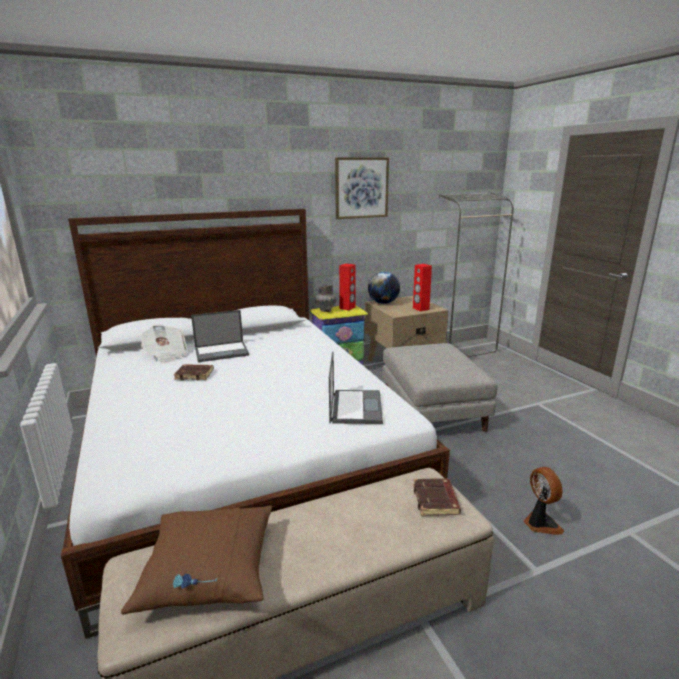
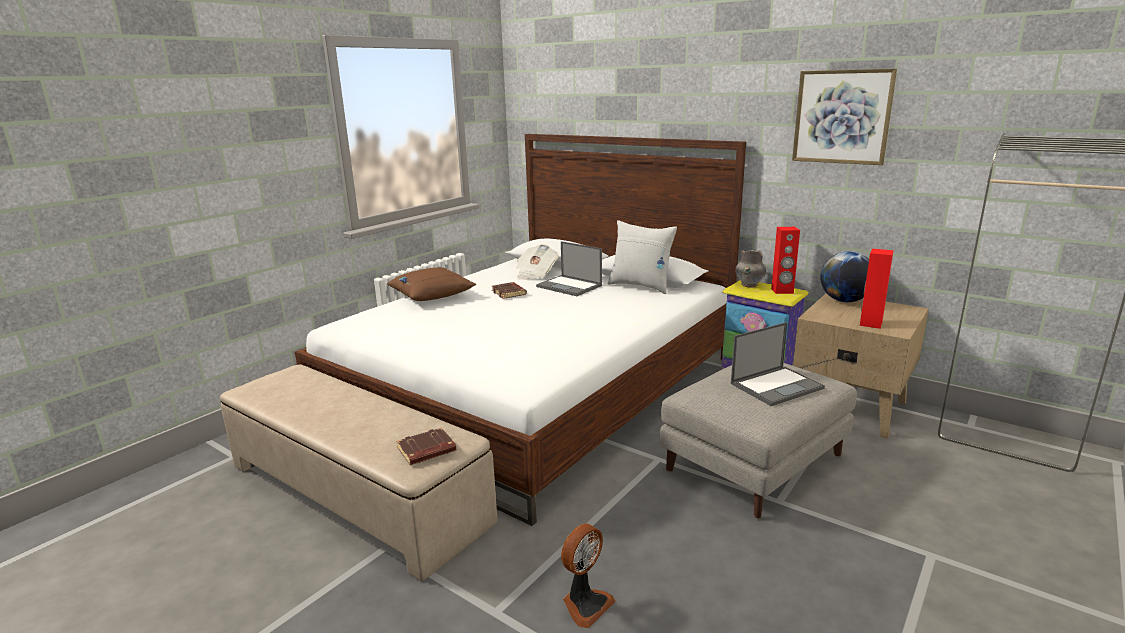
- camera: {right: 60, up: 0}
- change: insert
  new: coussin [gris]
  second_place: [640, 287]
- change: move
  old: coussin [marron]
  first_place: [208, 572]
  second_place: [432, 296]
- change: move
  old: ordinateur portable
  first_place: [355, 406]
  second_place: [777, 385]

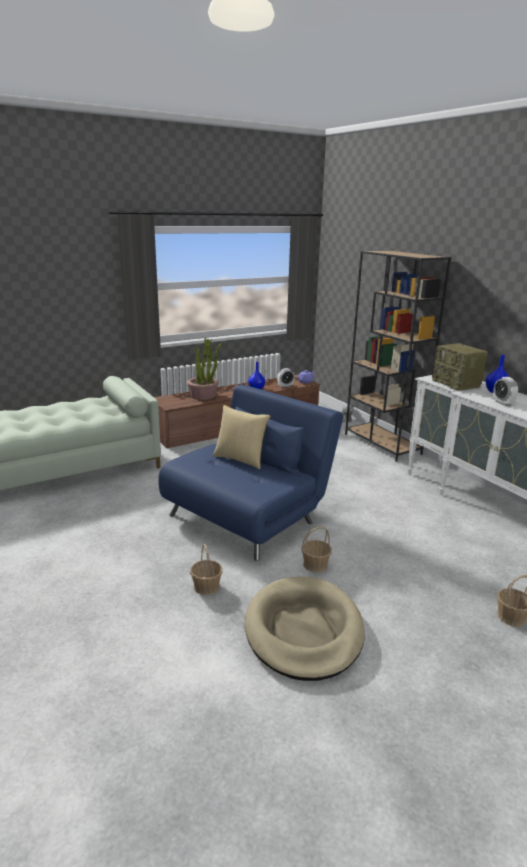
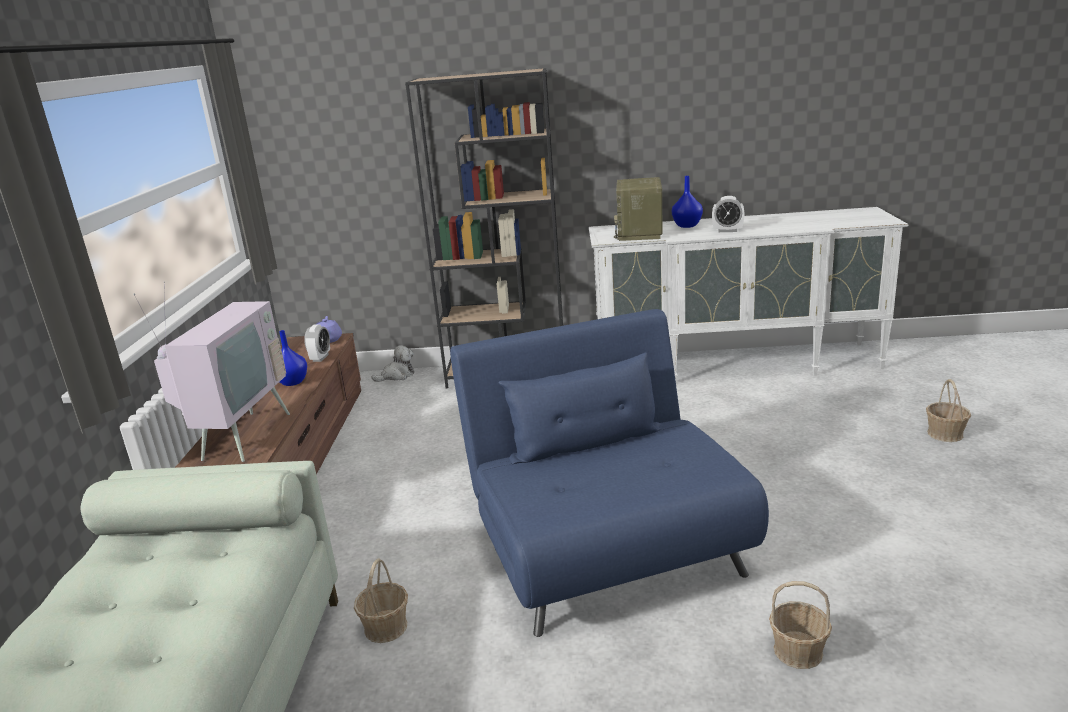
- camera: {right: -55, up: 0}
- change: delete
  old: coussin
  first_place: [241, 459]
- change: delete
  old: panier pour chien [beige]
  first_place: [303, 631]
- change: move
  old: panier
  first_place: [315, 565]
  second_place: [386, 627]
- change: replace
  old: plante en pot
  new: téléviseur
  first_place: [203, 395]
  second_place: [239, 435]
- change: rotate
  old: radio
  first_place: [456, 384]
  second_place: [640, 233]
  degrees: 90

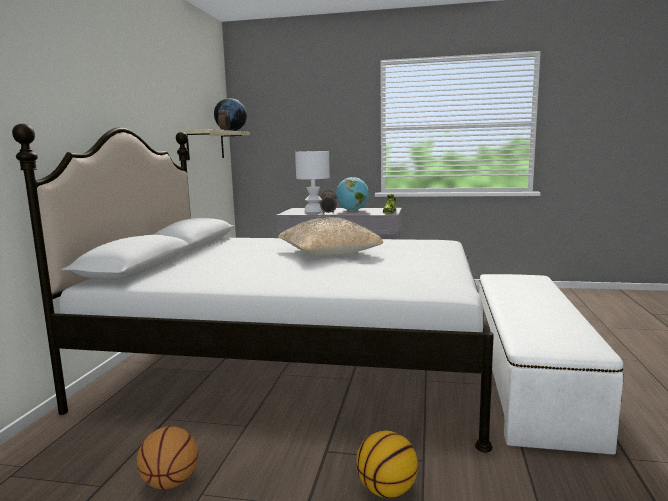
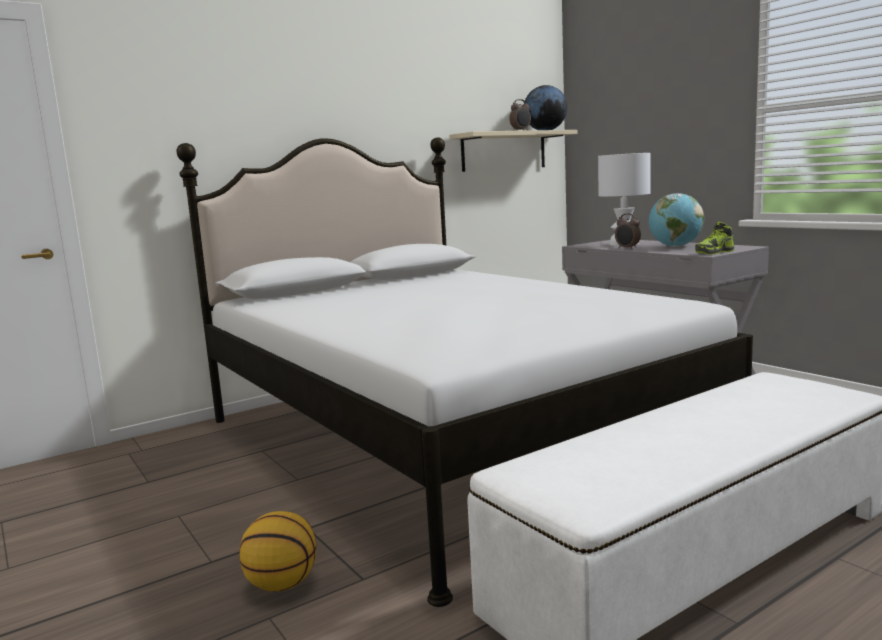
- camera: {right: 45, up: 0}
- change: delete
  old: ballon de basket
  first_place: [170, 482]
- change: delete
  old: coussin [beige]
  first_place: [329, 251]

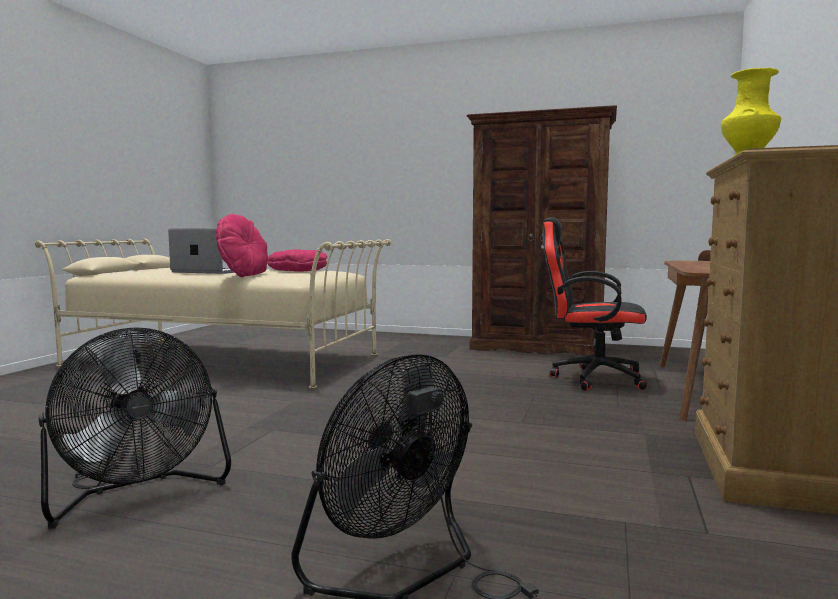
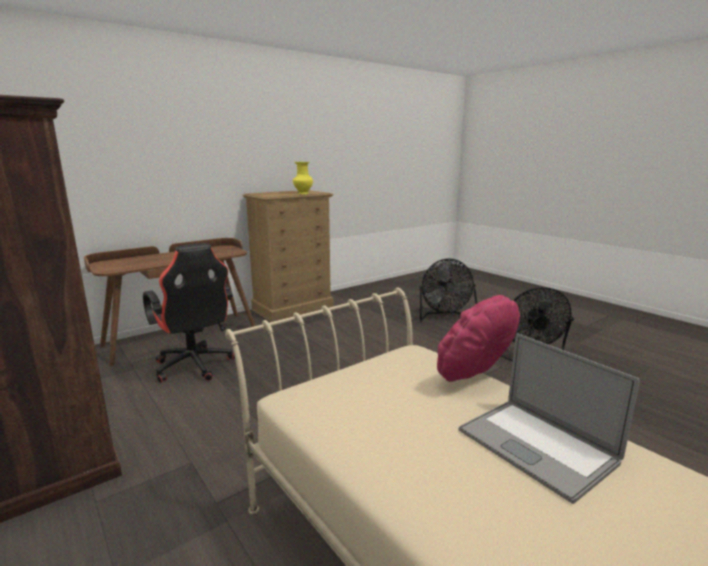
- camera: {right: -145, up: 10}
- change: delete
  old: coussin [rose]
  first_place: [296, 270]

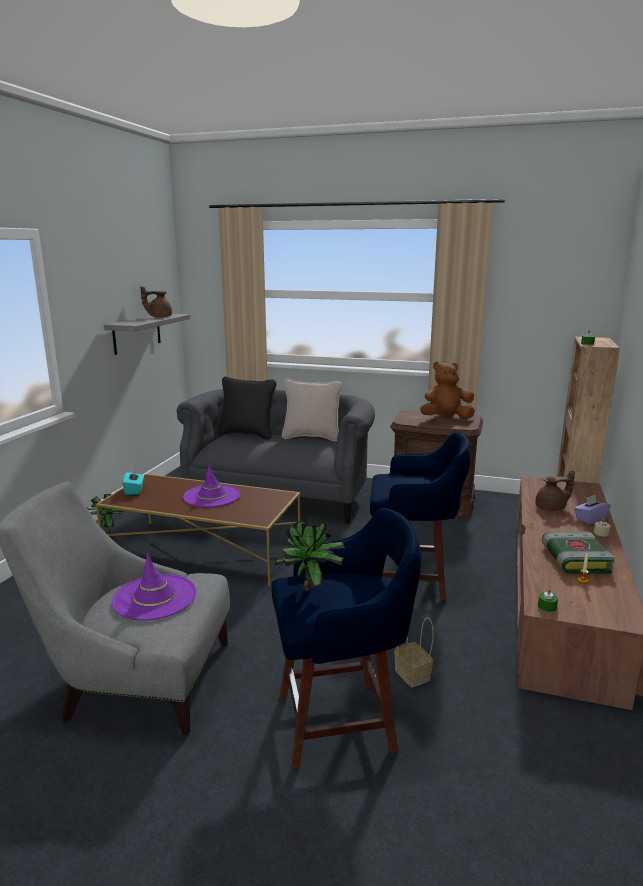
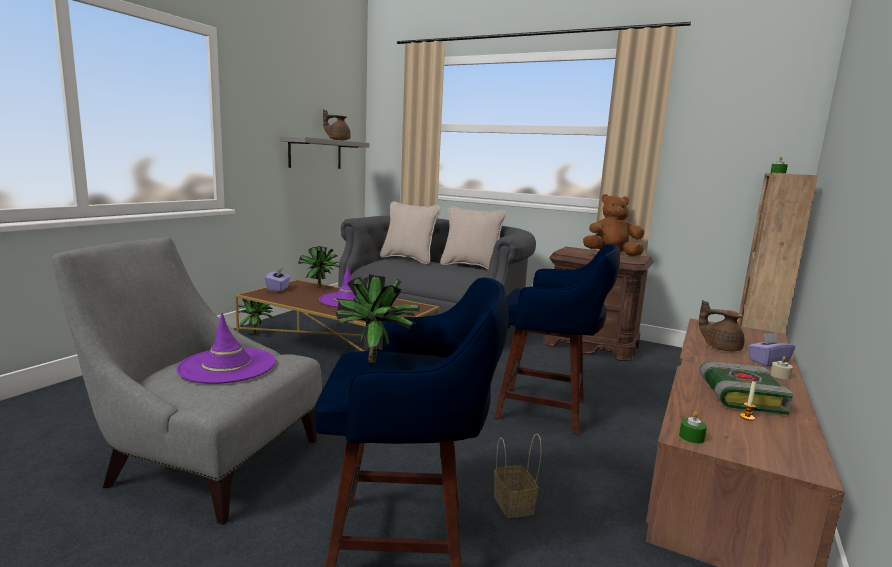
- camera: {right: 10, up: -5}
- change: insert
  new: plante en pot
  second_place: [320, 288]
- change: recolor
  old: boîte à mouchoirs [turquoise]
  new: boîte à mouchoirs [violet]
  first_place: [134, 490]
  second_place: [278, 289]
- change: recolor
  old: coussin [noir]
  new: coussin [beige]
  first_place: [247, 434]
  second_place: [408, 259]
- change: rotate
  old: théière [marron]
  first_place: [551, 508]
  second_place: [720, 347]
  degrees: -150

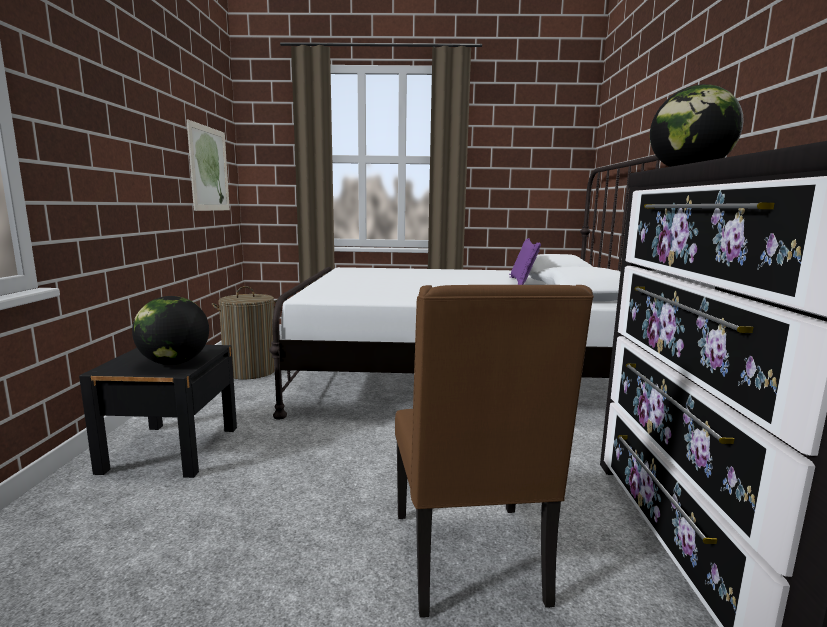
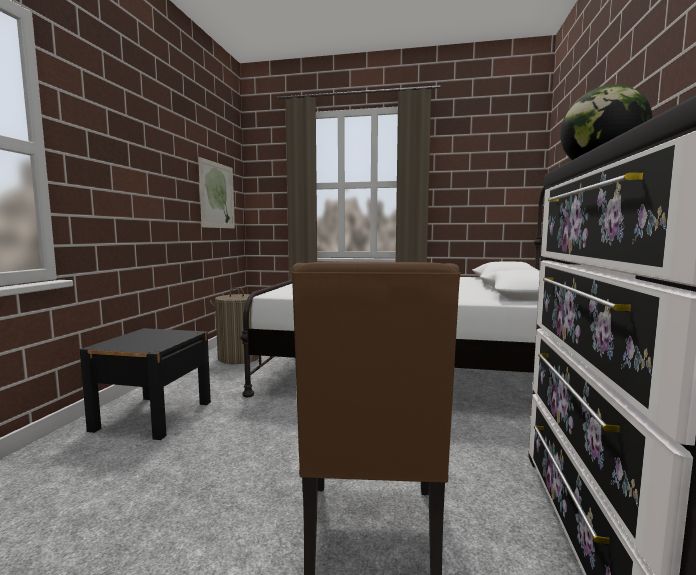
- camera: {right: 10, up: -5}
- change: delete
  old: globe
  first_place: [174, 363]
- change: delete
  old: coussin [violet]
  first_place: [523, 282]

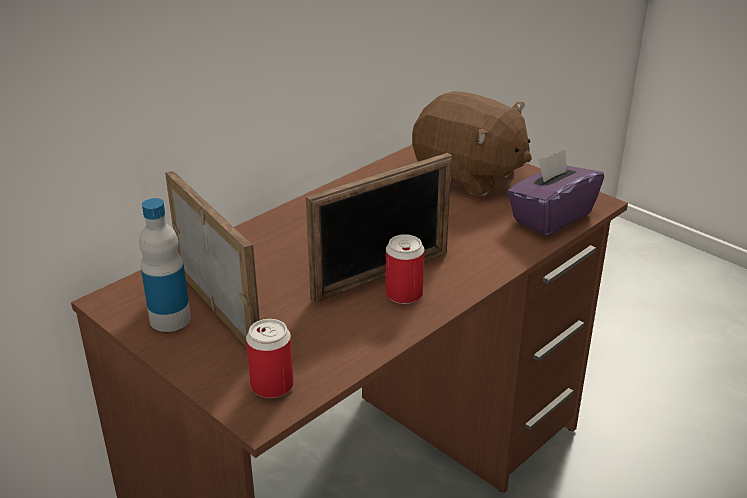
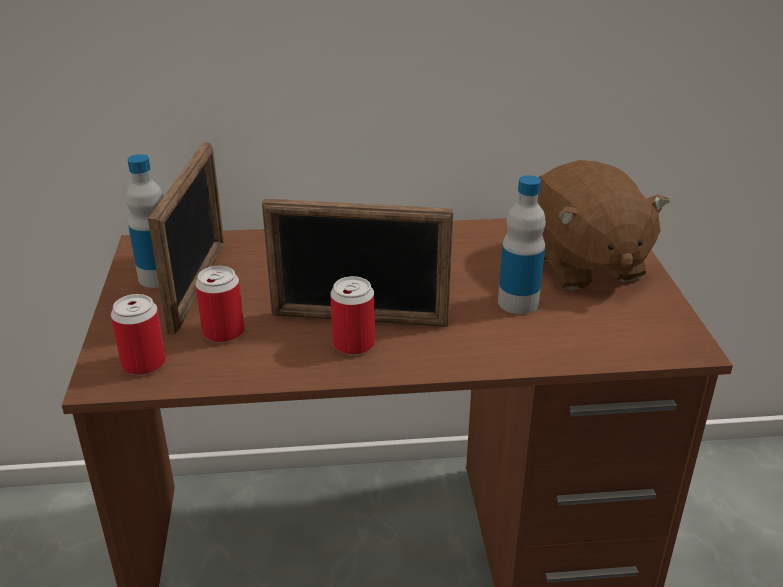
- camera: {right: 40, up: 0}
- change: delete
  old: boîte à mouchoirs [violet]
  first_place: [551, 217]
- change: insert
  new: boîte métallique
  second_place: [223, 332]
- change: insert
  new: bouteille
  second_place: [518, 302]

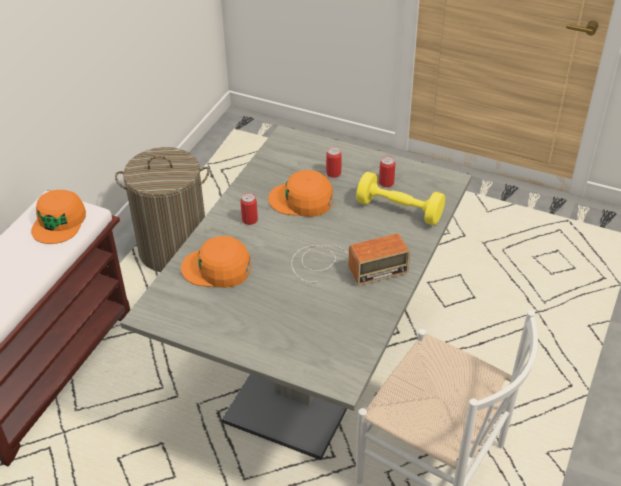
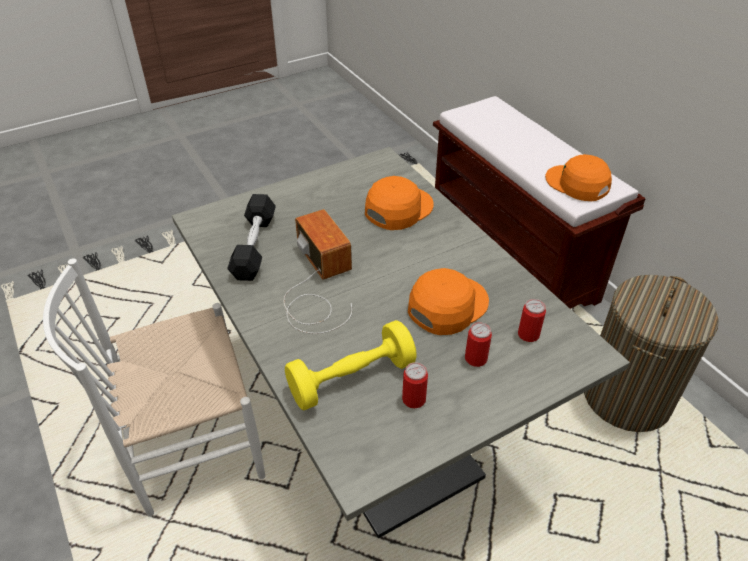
- camera: {right: 125, up: 0}
- change: insert
  new: haltère [noir]
  second_place: [254, 246]
- change: move
  old: boîte métallique
  first_place: [249, 220]
  second_place: [528, 334]
- change: rotate
  old: radio
  first_place: [344, 265]
  second_place: [317, 286]
  degrees: 135

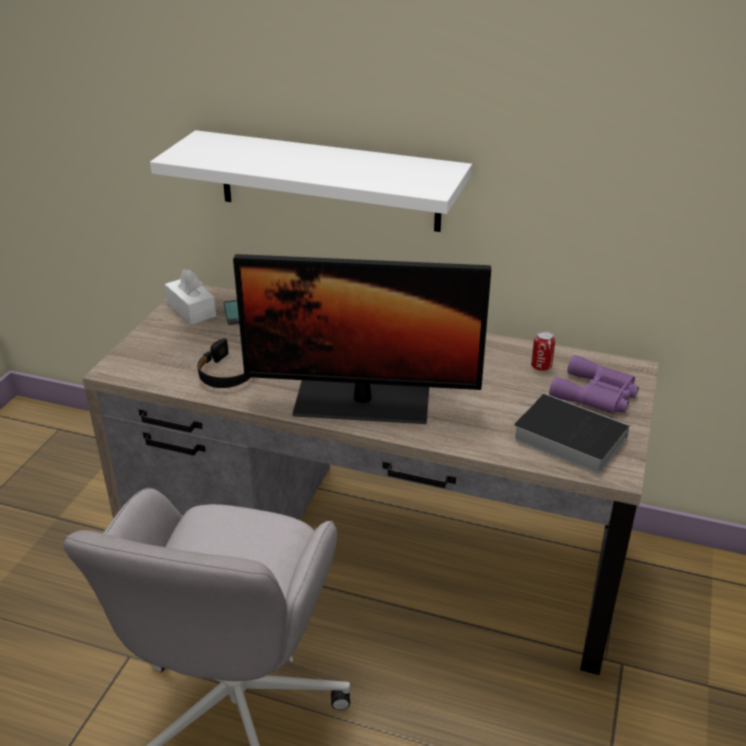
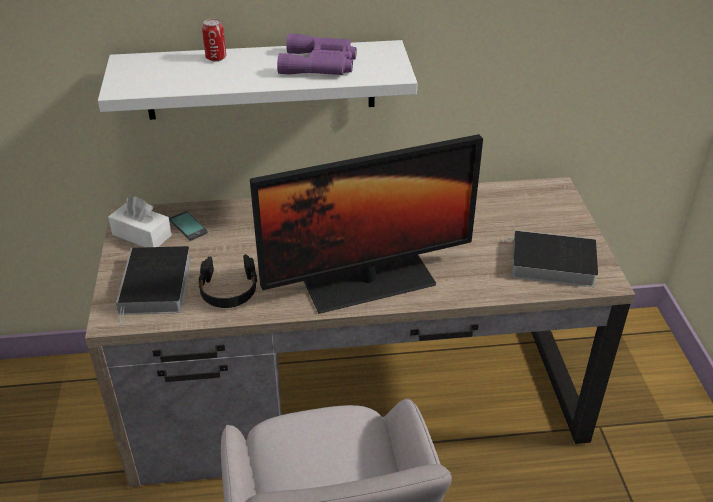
- camera: {right: -25, up: 5}
- change: insert
  new: livre
  second_place: [156, 287]
- change: move
  old: boîte métallique
  first_place: [541, 366]
  second_place: [216, 58]
- change: move
  old: jumelles [violet]
  first_place: [596, 395]
  second_place: [320, 64]

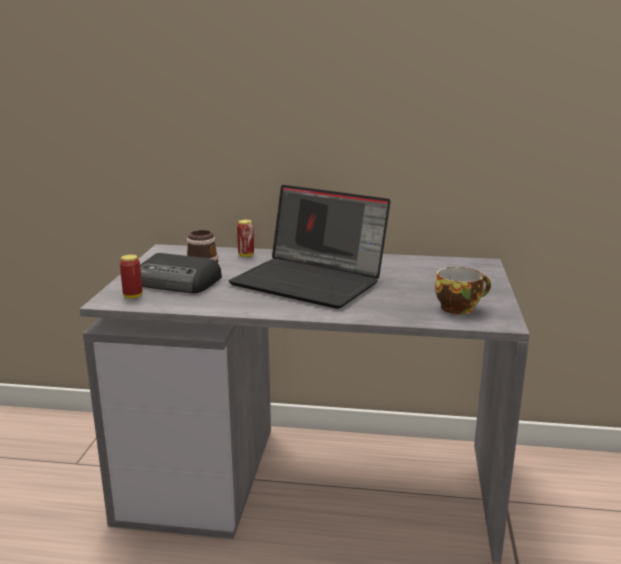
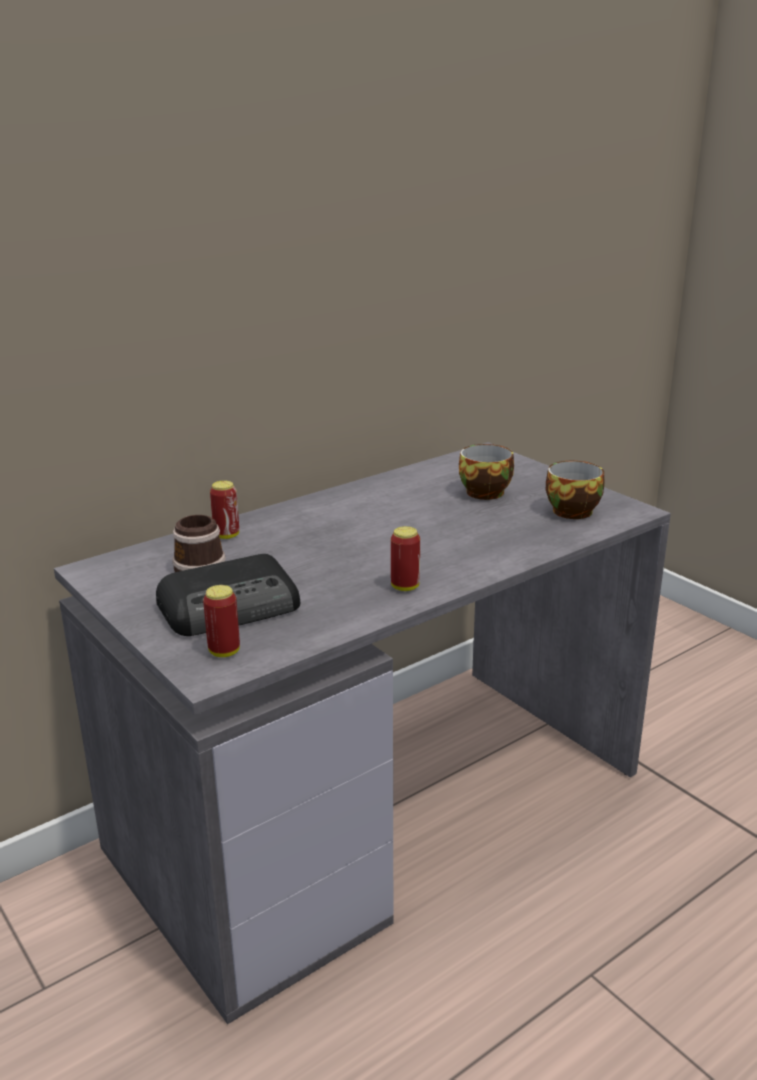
- camera: {right: -45, up: 5}
- change: delete
  old: ordinateur portable
  first_place: [311, 281]
- change: insert
  new: boîte métallique
  second_place: [405, 587]
- change: insert
  new: tasse
  second_place: [486, 491]

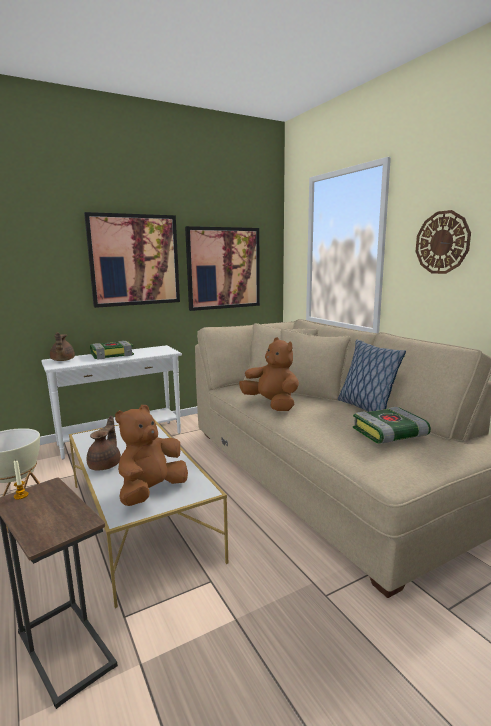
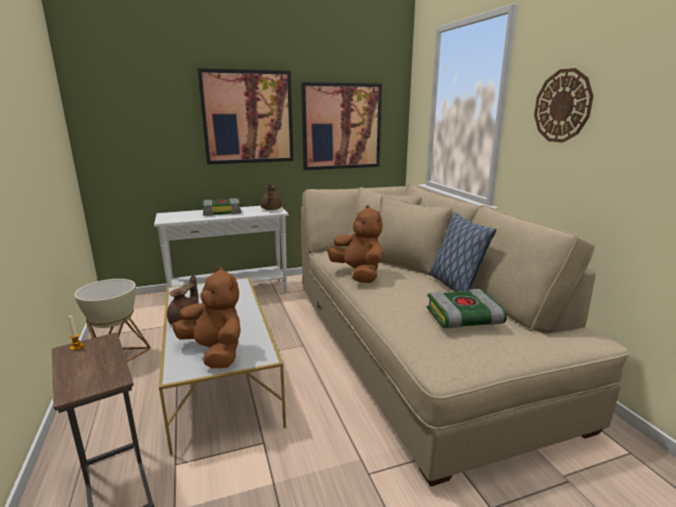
- camera: {right: 10, up: 5}
- change: move
  old: théière [marron]
  first_place: [62, 360]
  second_place: [271, 209]
- change: rotate
  old: peluche [marron]
  first_place: [151, 492]
  second_place: [215, 352]
  degrees: 90

